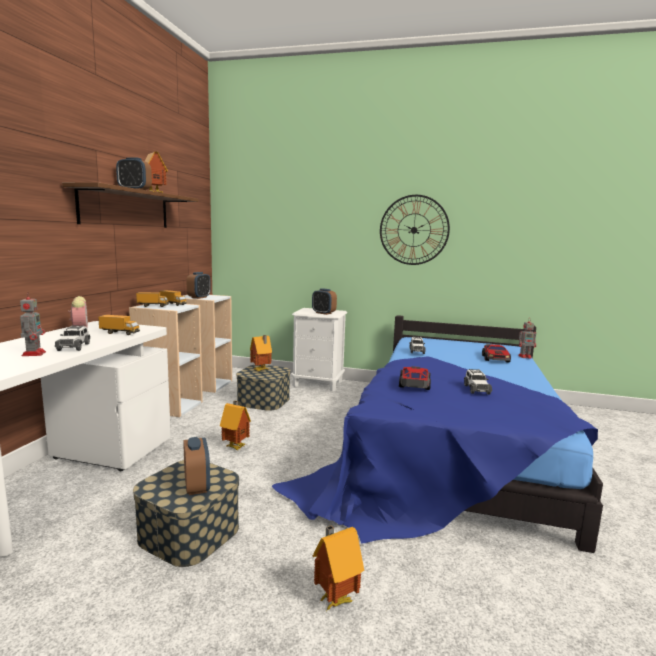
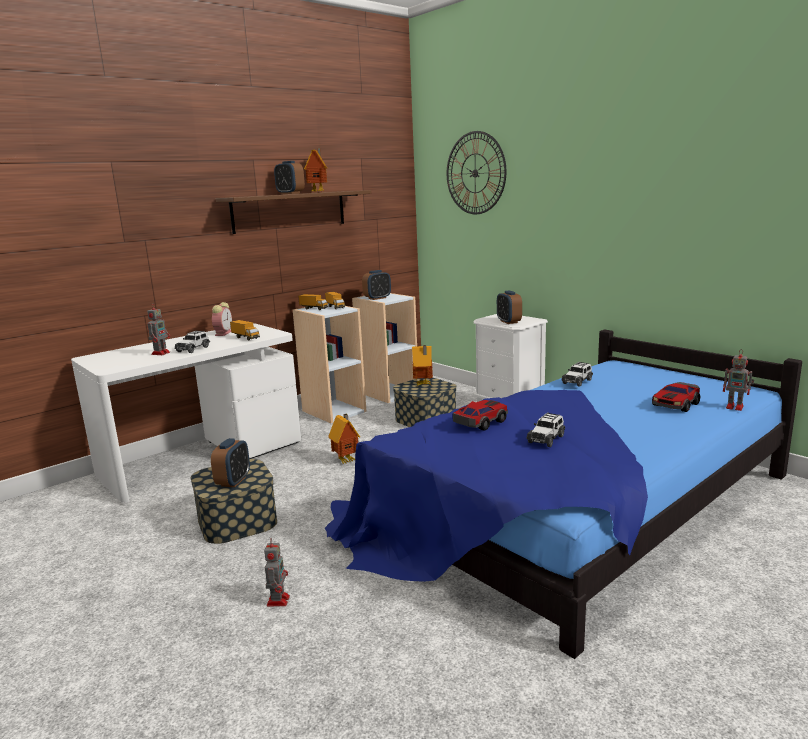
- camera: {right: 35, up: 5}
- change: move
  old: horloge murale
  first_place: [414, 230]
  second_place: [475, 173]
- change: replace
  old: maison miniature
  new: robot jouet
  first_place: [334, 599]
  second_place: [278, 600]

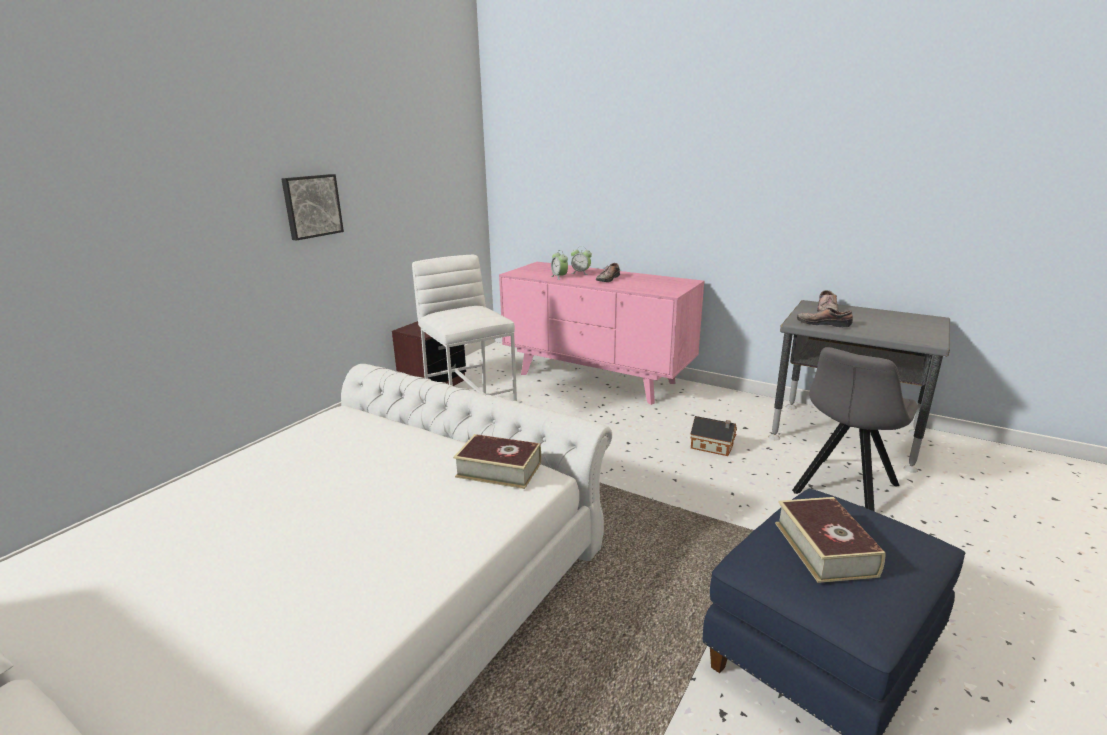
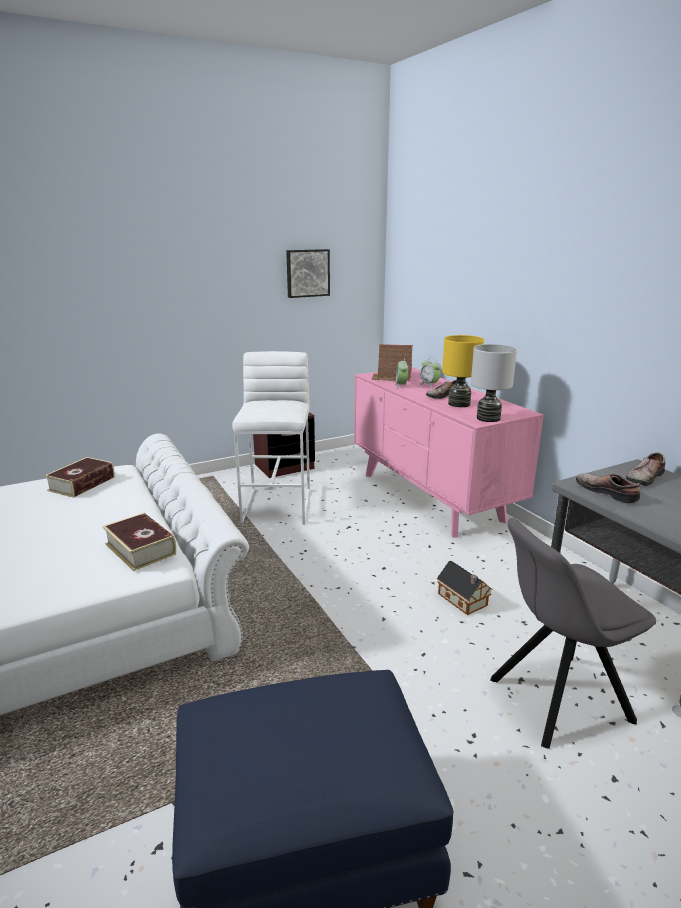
- camera: {right: 30, up: 0}
- change: insert
  new: maison miniature
  second_place: [392, 377]
- change: insert
  new: lampe de table [jaune]
  second_place: [459, 404]
- change: insert
  new: lampe de table [gris]
  second_place: [488, 418]
- change: move
  old: tableau
  first_place: [311, 206]
  second_place: [307, 273]
- change: move
  old: livre
  first_place: [824, 548]
  second_place: [82, 484]

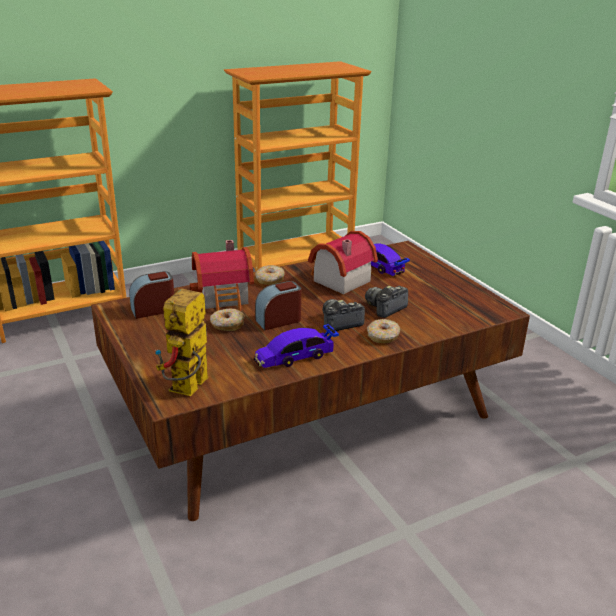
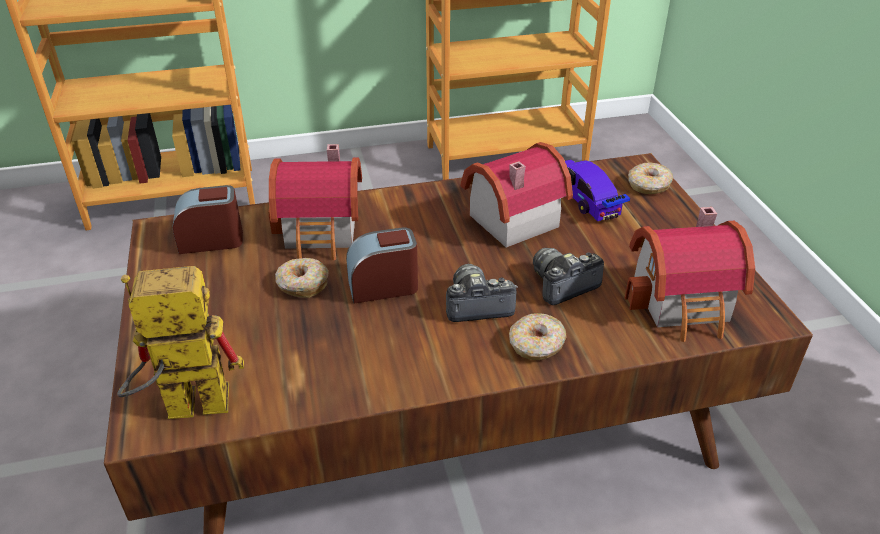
- camera: {right: 15, up: 10}
- change: delete
  old: petite voiture
  first_place: [295, 356]
- change: insert
  new: maison miniature
  second_place: [685, 304]
- change: move
  old: beignet
  first_place: [270, 280]
  second_place: [648, 185]
- change: rotate
  old: robot jouet
  first_place: [188, 390]
  second_place: [183, 409]
  degrees: 45

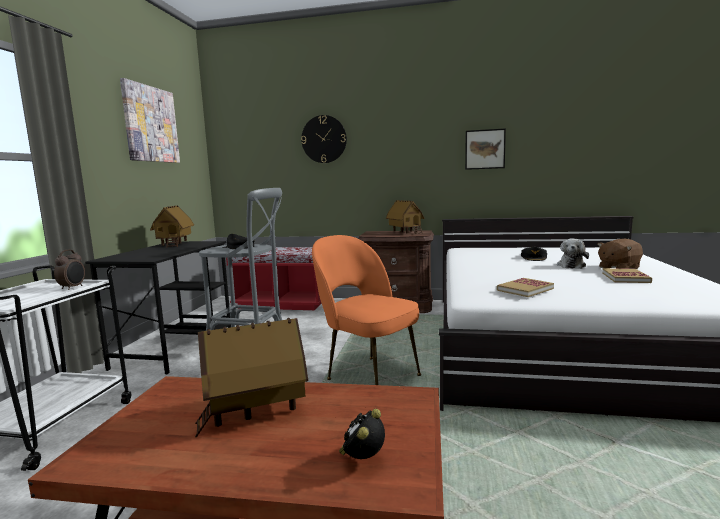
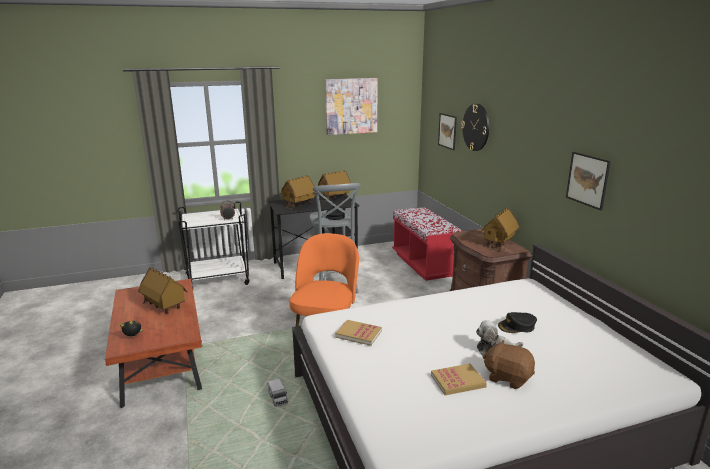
- camera: {right: 60, up: 10}
- change: insert
  new: camion jouet
  second_place: [277, 398]
- change: insert
  new: maison miniature
  second_place: [299, 204]
- change: insert
  new: tableau
  second_place: [447, 131]

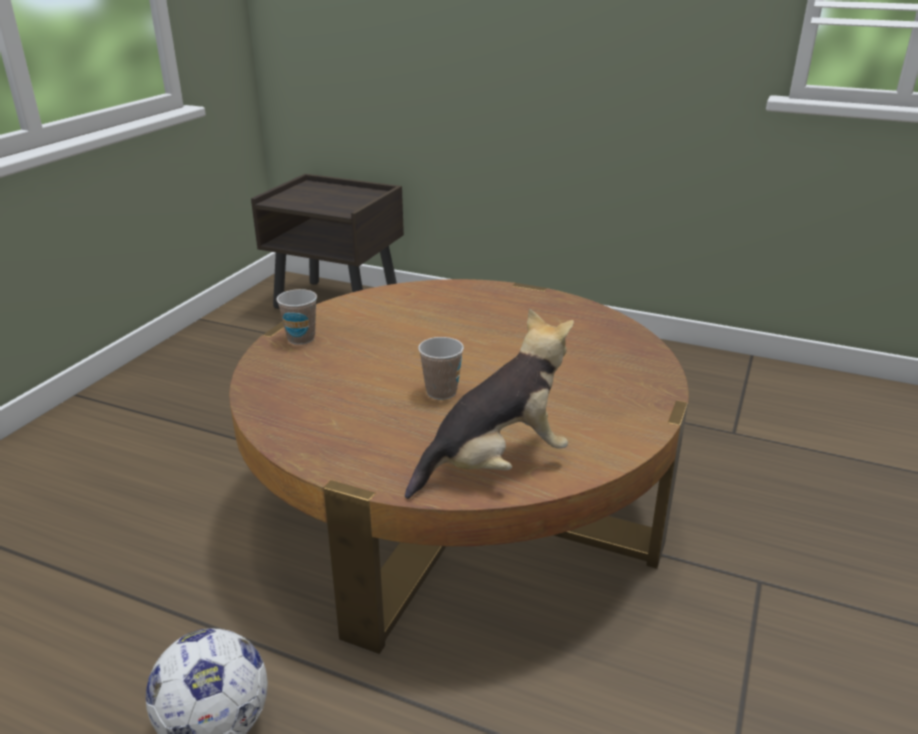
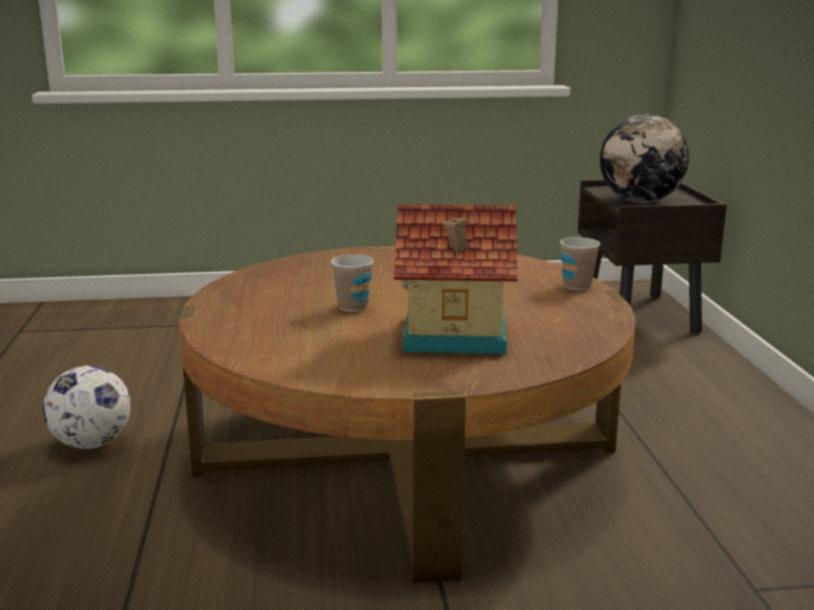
- camera: {right: 60, up: -10}
- change: delete
  old: peluche
  first_place: [495, 464]
- change: insert
  new: maison miniature
  second_place: [455, 336]
- change: insert
  new: globe
  second_place: [640, 201]
- change: move
  old: tasse
  first_place: [301, 338]
  second_place: [577, 286]

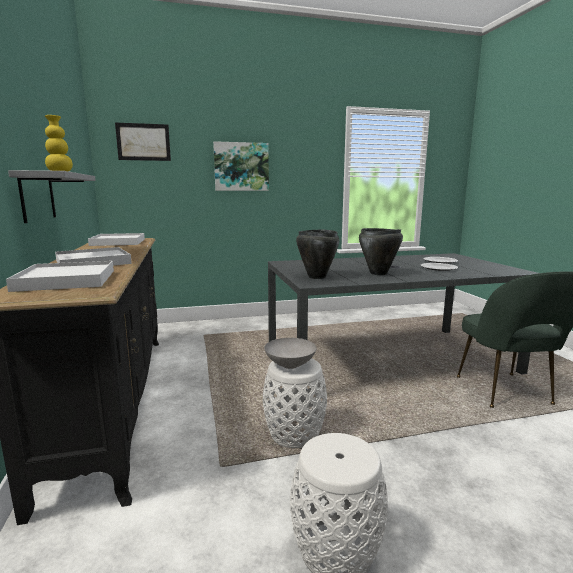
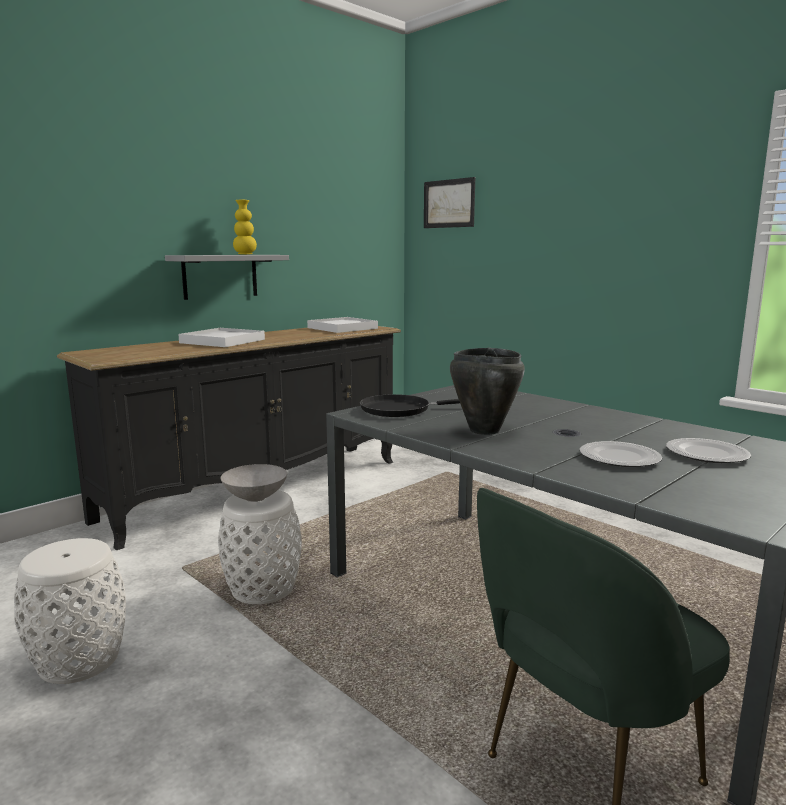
- camera: {right: 60, up: 0}
- change: delete
  old: plateau [blanc]
  first_place: [67, 280]
- change: delete
  old: tableau
  first_place: [241, 167]
- change: replace
  old: marmite [noir]
  new: poêle [noir]
  first_place: [316, 277]
  second_place: [400, 410]

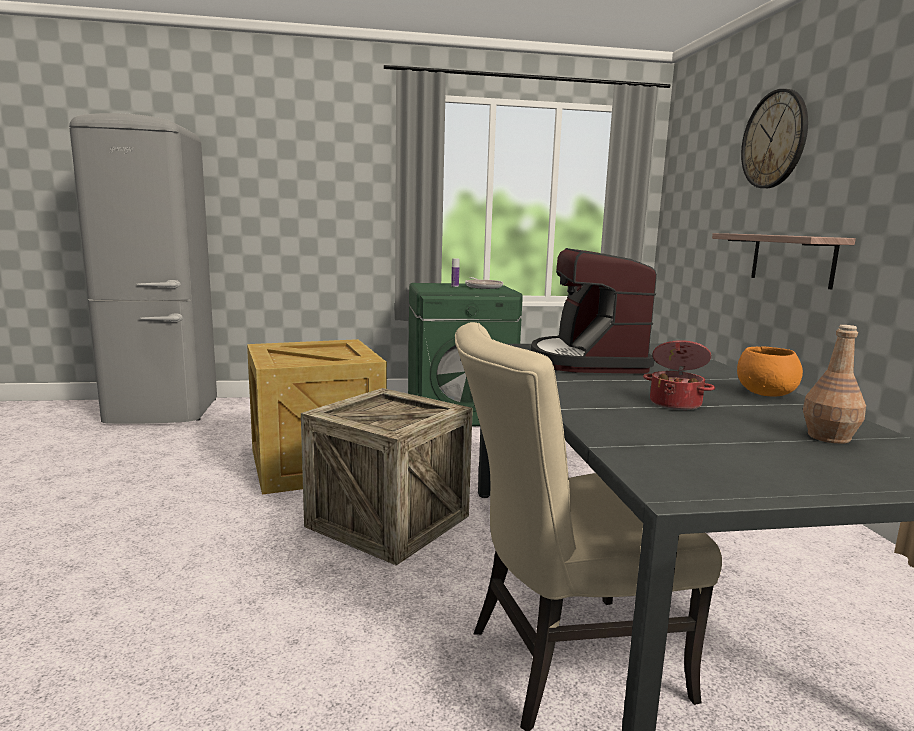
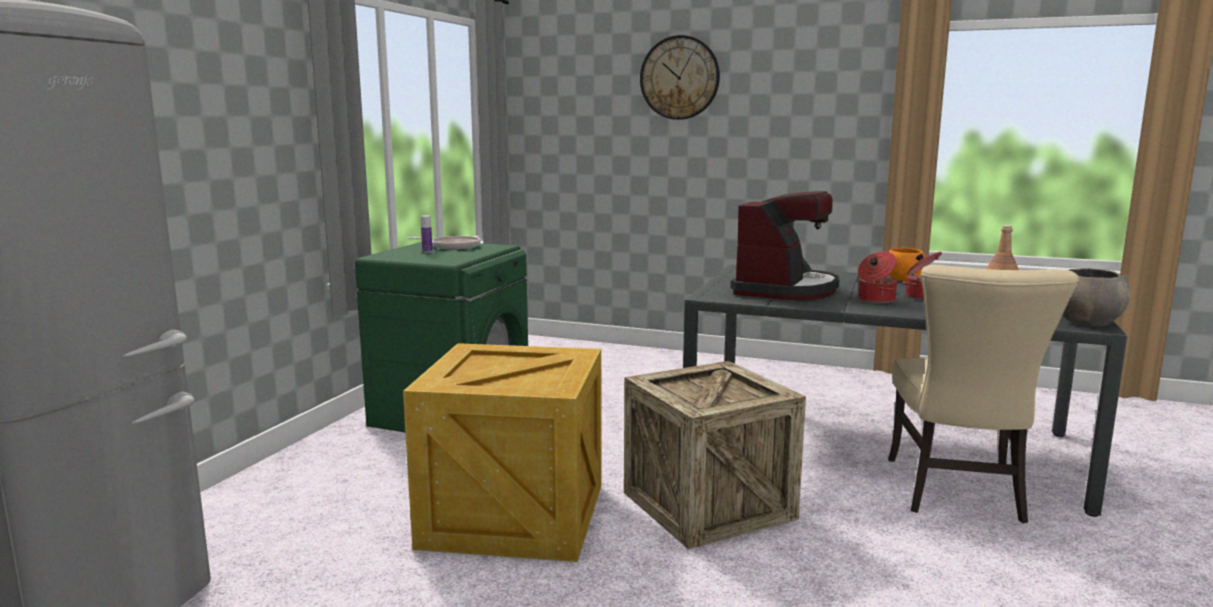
- camera: {right: -60, up: 0}
- change: delete
  old: étagère
  first_place: [792, 259]
- change: insert
  new: marmite
  second_place: [875, 300]
- change: insert
  new: bol [gris]
  second_place: [1086, 322]
- change: rotate
  old: machine à café
  first_place: [587, 361]
  second_place: [785, 289]
  degrees: -90

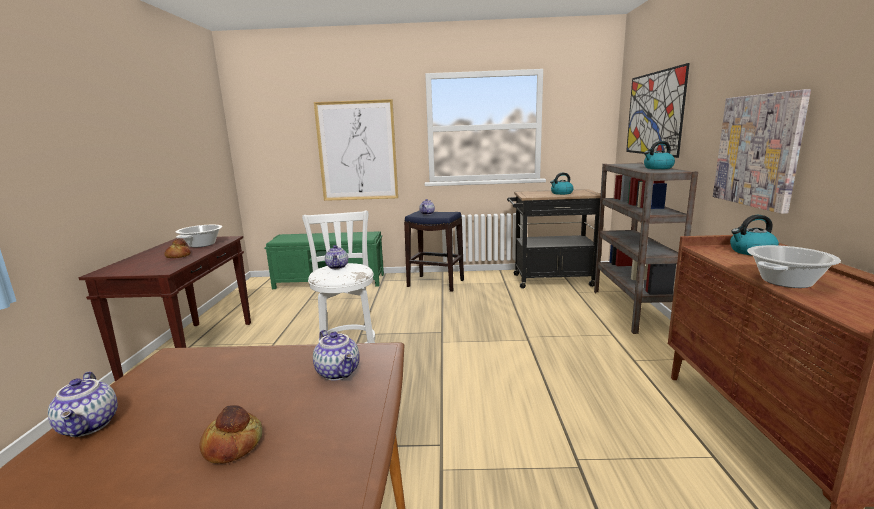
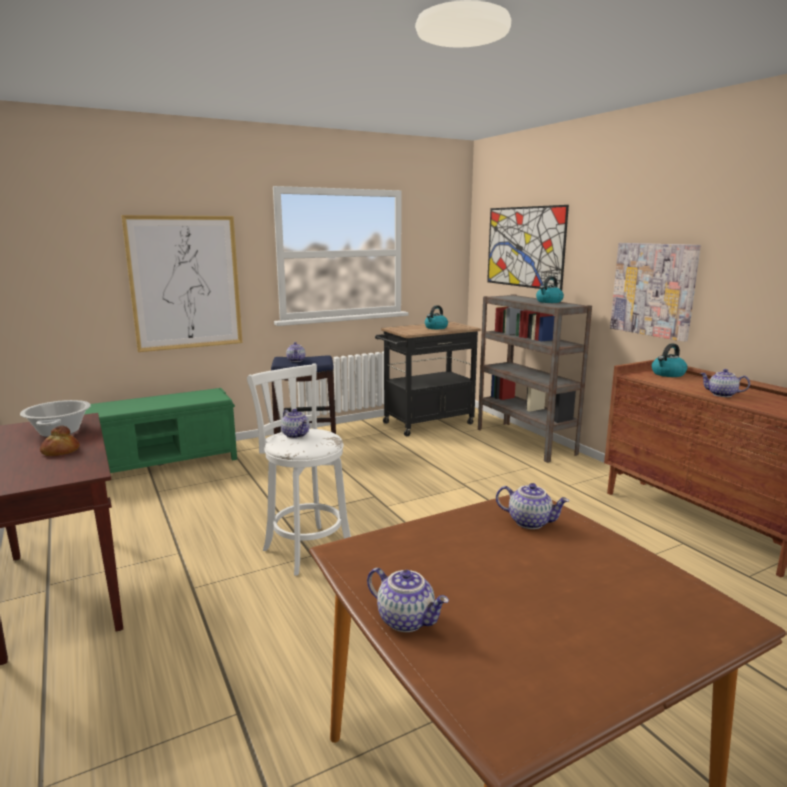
- camera: {right: -30, up: 0}
- change: delete
  old: pain
  first_place: [232, 445]
- change: replace
  old: marmite
  new: théière
  first_place: [787, 282]
  second_place: [721, 395]

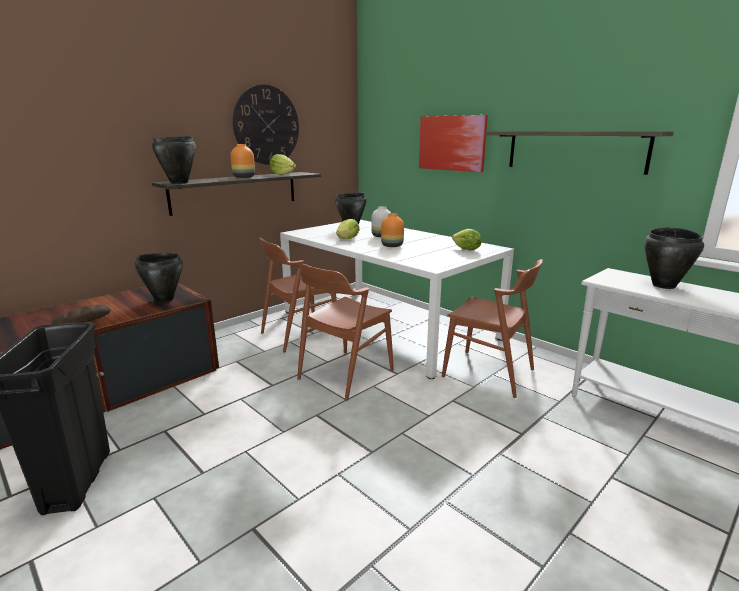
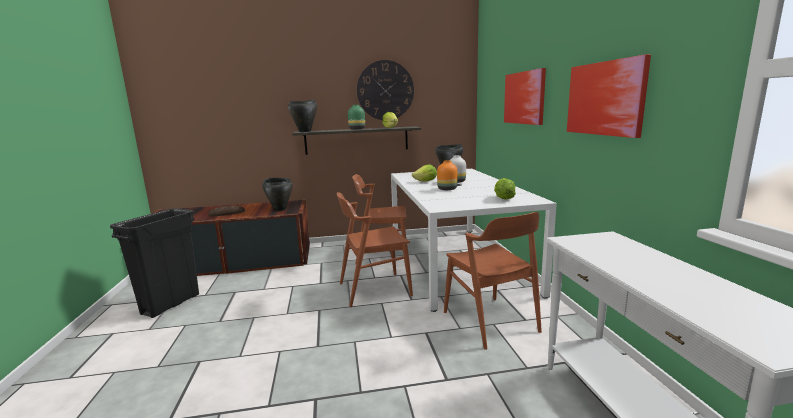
- camera: {right: 35, up: -5}
- change: delete
  old: marmite [noir]
  first_place: [664, 285]
- change: replace
  old: étagère
  new: tableau
  first_place: [574, 151]
  second_place: [605, 98]
- change: recolor
  old: vase [orange]
  new: vase [vert]
  first_place: [244, 177]
  second_place: [357, 129]

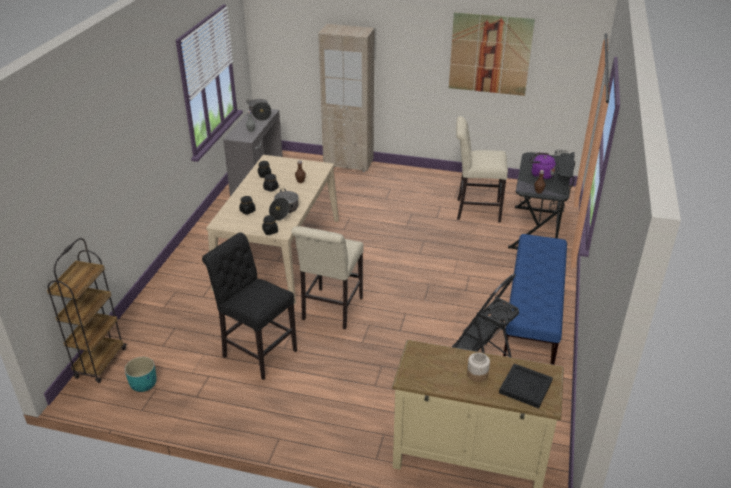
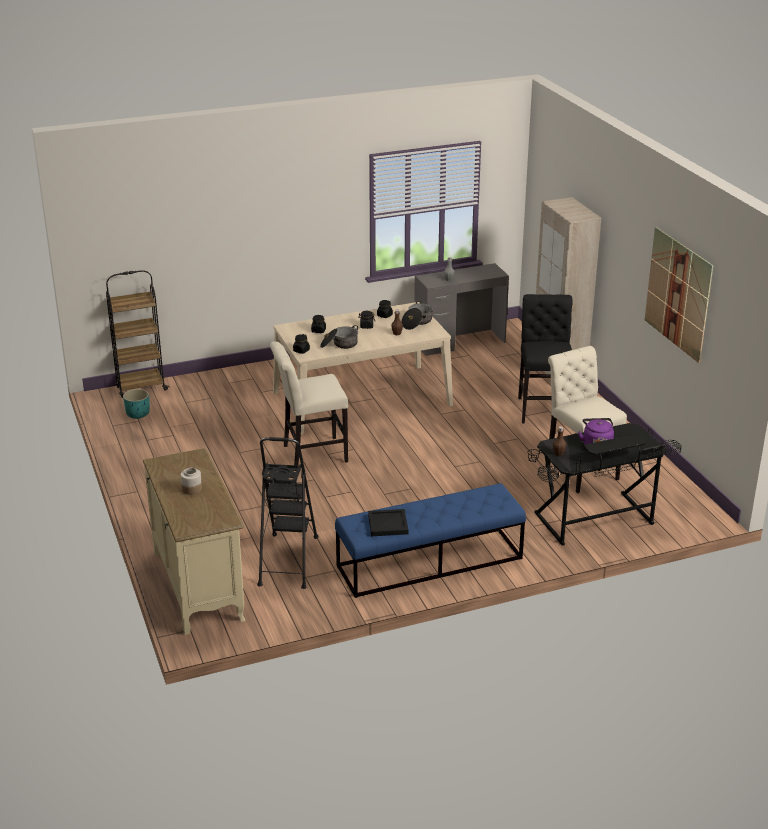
- camera: {right: 55, up: -5}
- change: move
  old: tabouret [noir]
  first_place: [257, 352]
  second_place: [543, 408]
- change: move
  old: marmite
  first_place: [260, 114]
  second_place: [417, 322]
- change: move
  old: plateau [noir]
  first_place: [526, 387]
  second_place: [388, 525]

